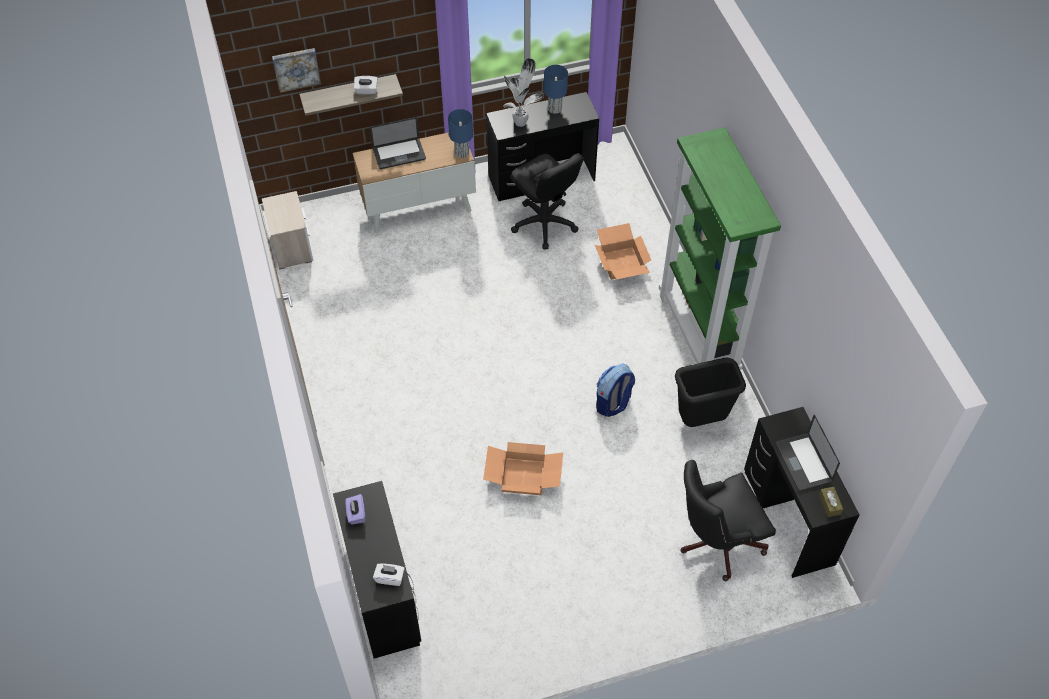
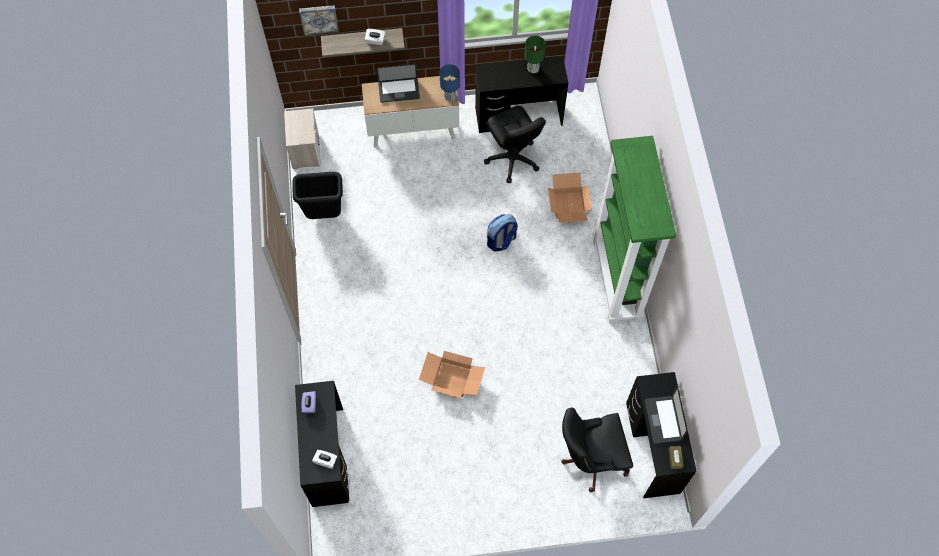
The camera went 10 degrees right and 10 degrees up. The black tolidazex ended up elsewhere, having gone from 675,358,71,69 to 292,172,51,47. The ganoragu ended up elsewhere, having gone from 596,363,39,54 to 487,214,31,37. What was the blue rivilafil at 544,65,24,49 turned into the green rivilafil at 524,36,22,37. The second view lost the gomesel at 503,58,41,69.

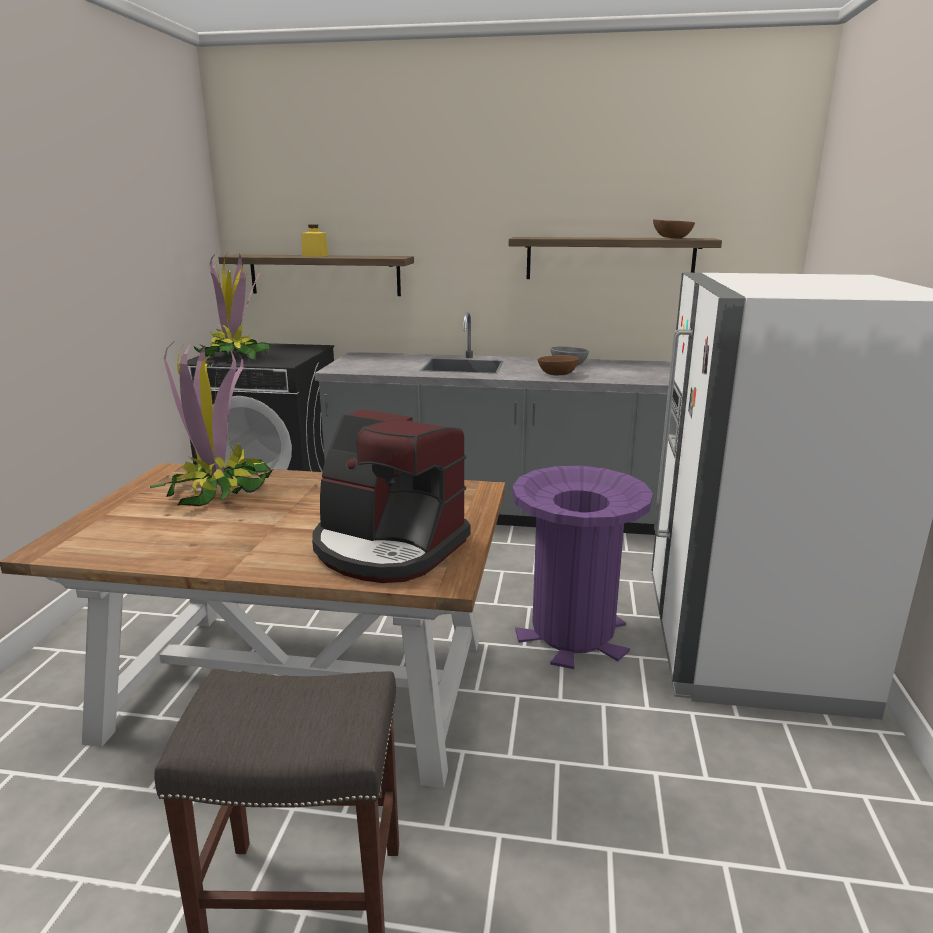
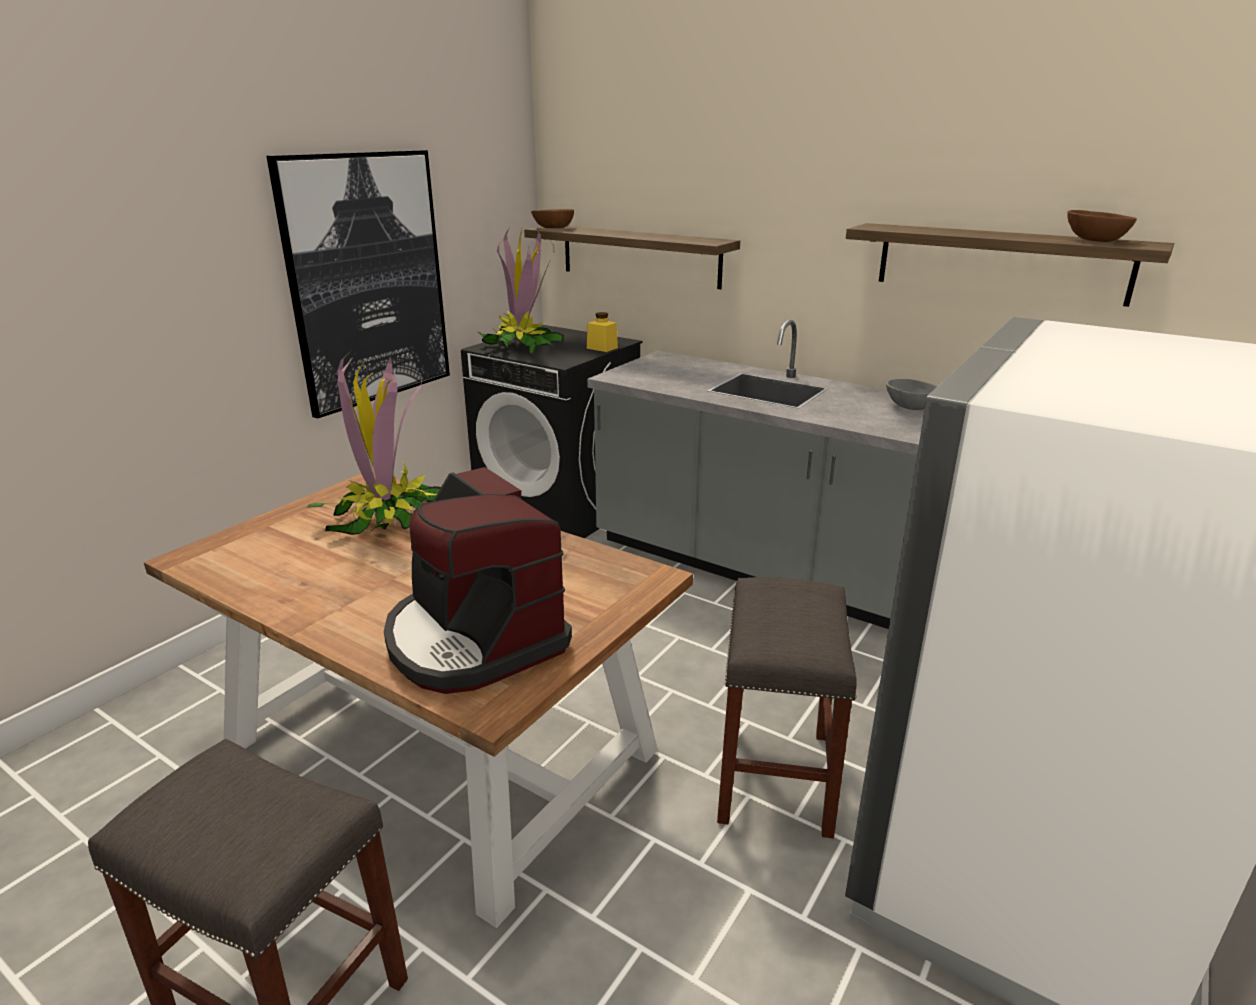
The camera went 25 degrees right and 5 degrees up. The second view gained the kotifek at 266,150,184,269. The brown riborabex ended up elsewhere, having gone from 538,355,41,20 to 531,209,43,19. The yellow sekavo ended up elsewhere, having gone from 301,225,27,32 to 587,312,31,40. Where the purple tolidazex stood at 512,466,141,203, the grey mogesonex came to stand at 717,577,140,261.

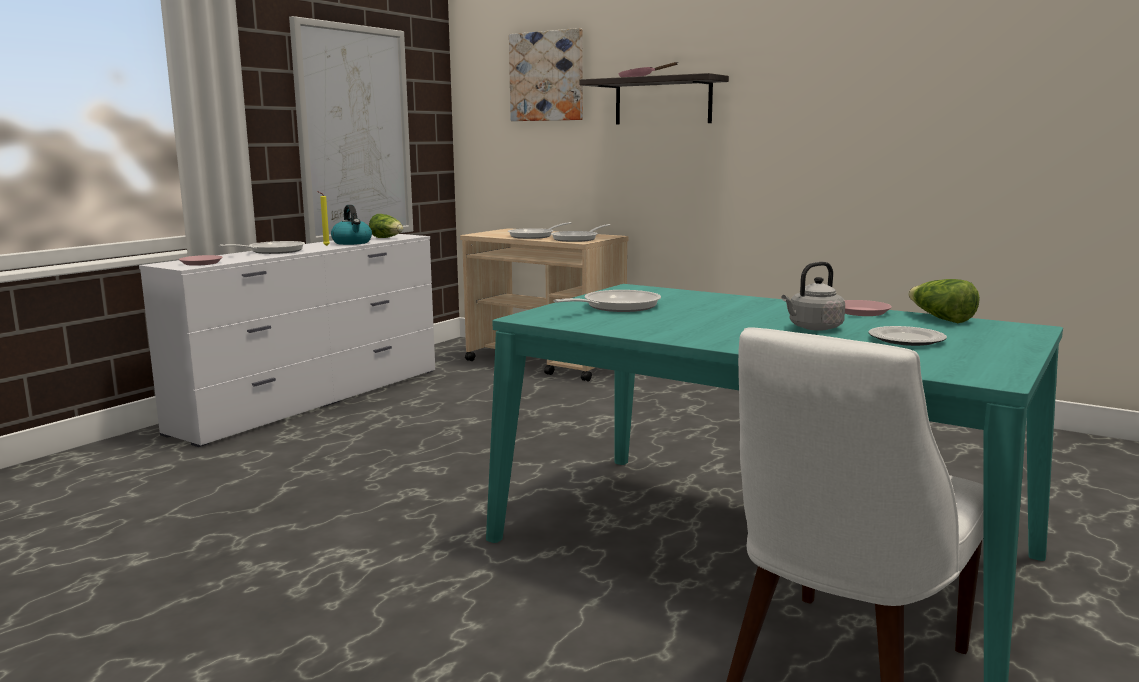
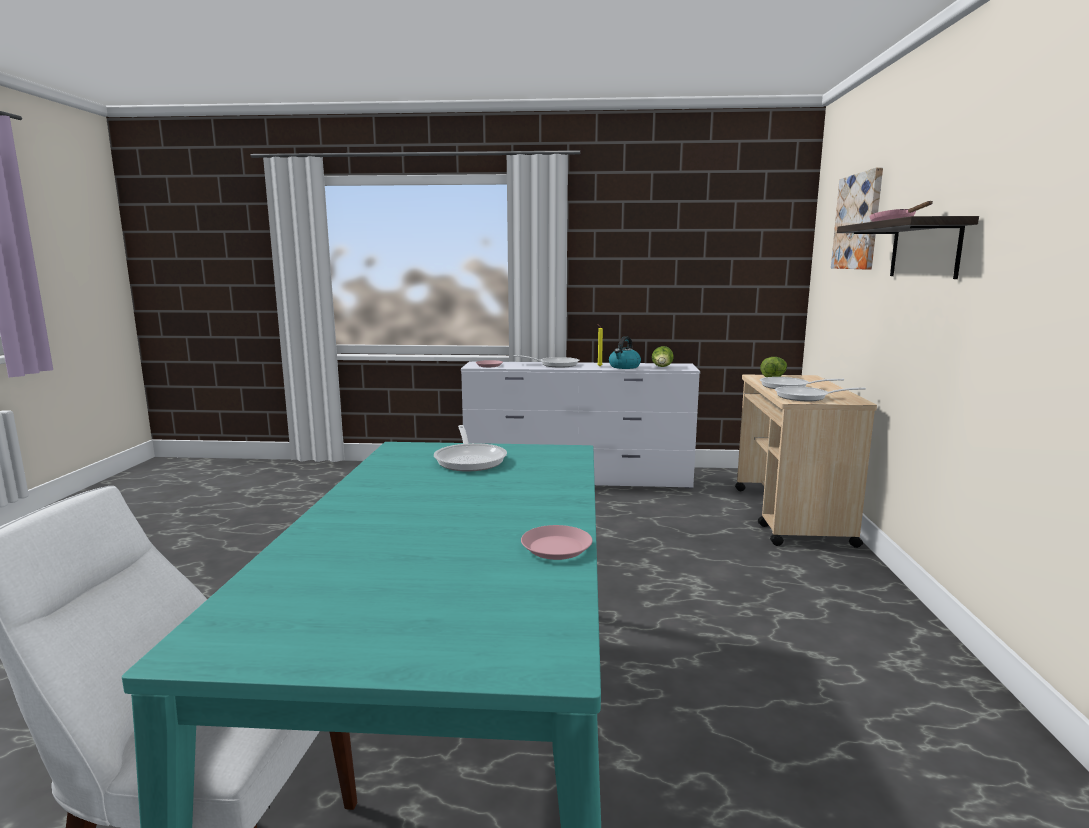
The camera went 60 degrees right and 0 degrees up. The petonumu at 554,290,107,22 ended up facing another way, 60 degrees clockwise from before. The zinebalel ended up elsewhere, having gone from 908,279,72,44 to 760,357,27,20. The second view lost the kotifek at 289,16,124,228. The second view lost the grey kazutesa at 782,262,63,69. The second view lost the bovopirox at 868,326,79,20.

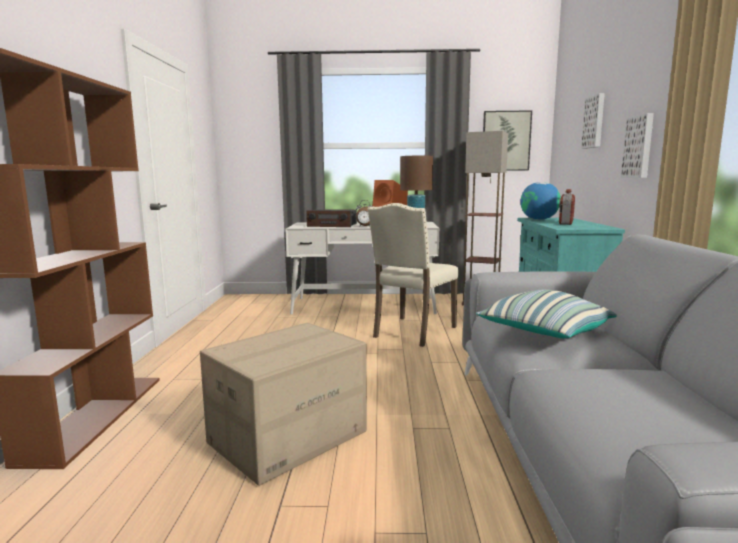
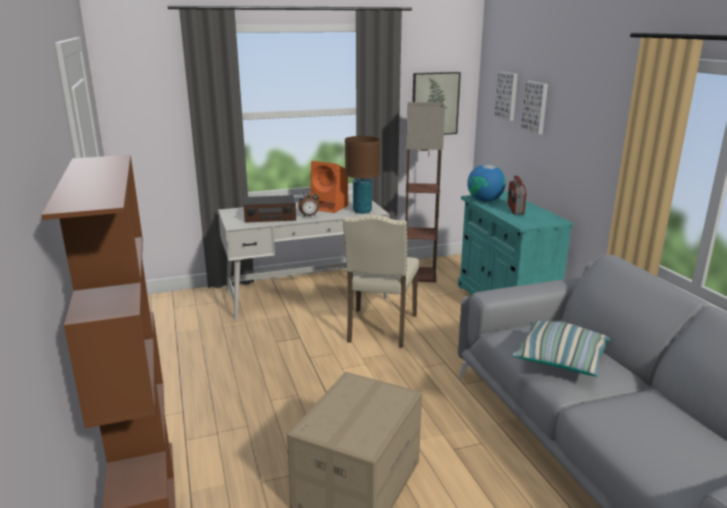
The camera went 20 degrees left and 10 degrees up. The kotifek ended up elsewhere, having gone from 621,113,33,65 to 494,72,24,49.

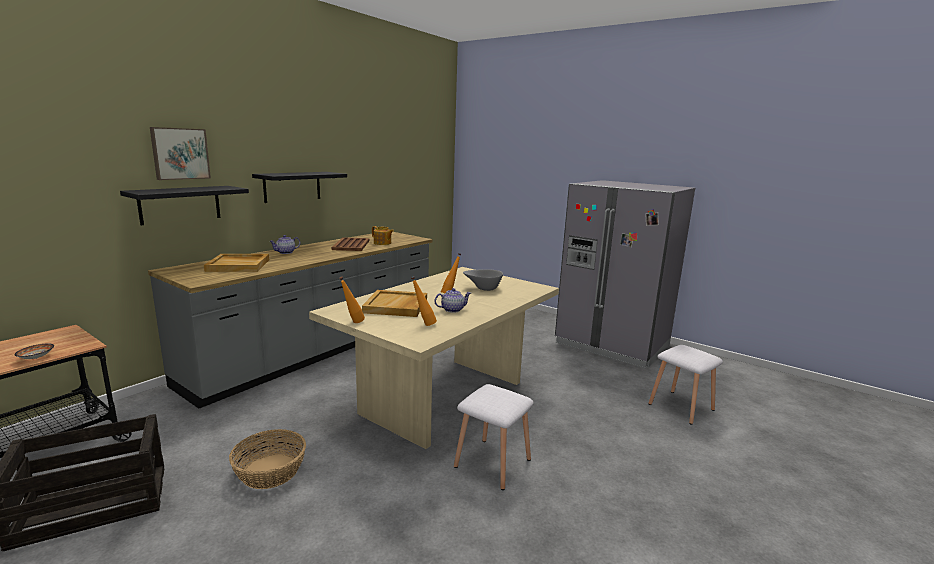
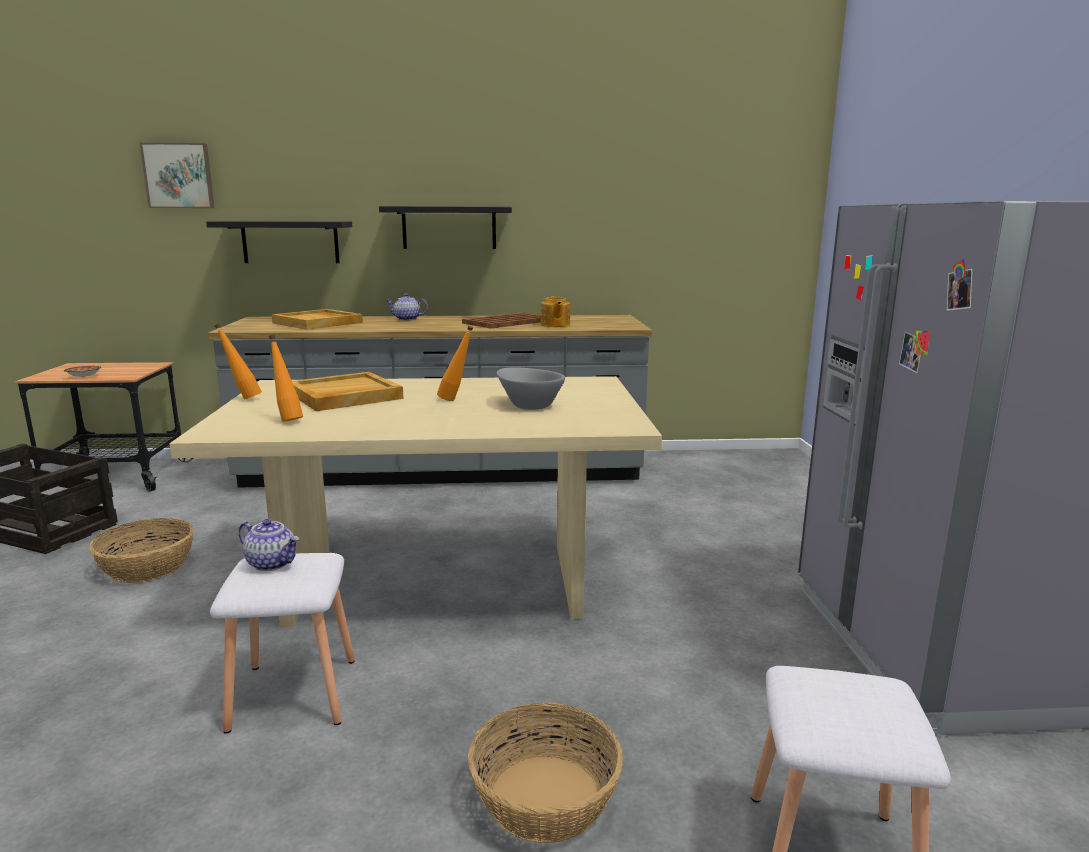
The camera went 50 degrees right and 0 degrees up. The kotifek ended up elsewhere, having gone from 150,127,61,53 to 140,143,74,65. The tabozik ended up elsewhere, having gone from 435,288,36,25 to 239,519,60,52. The second view gained the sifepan at 468,703,155,140.

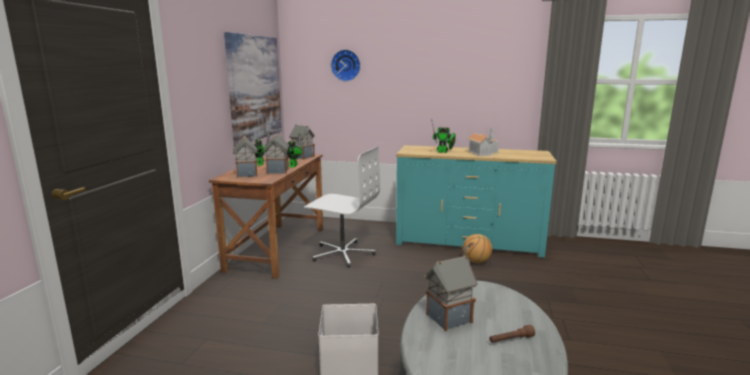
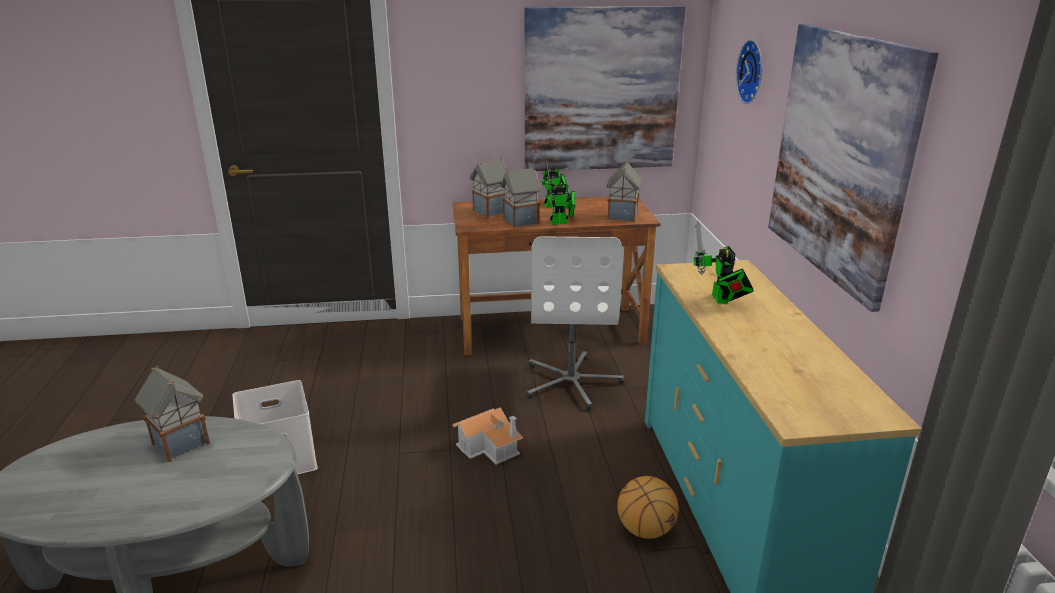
The camera went 70 degrees right and 10 degrees up. The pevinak ended up elsewhere, having gone from 467,128,33,28 to 452,407,71,58. The second view gained the kotifek at 768,24,171,288. The second view lost the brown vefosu at 489,325,46,18.

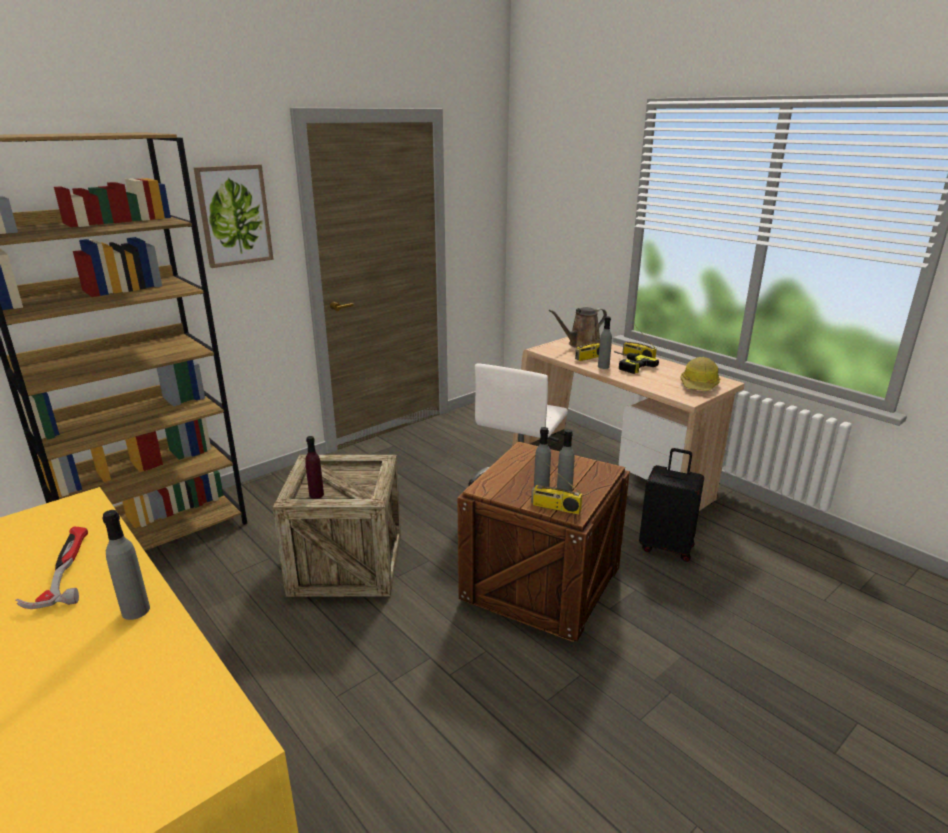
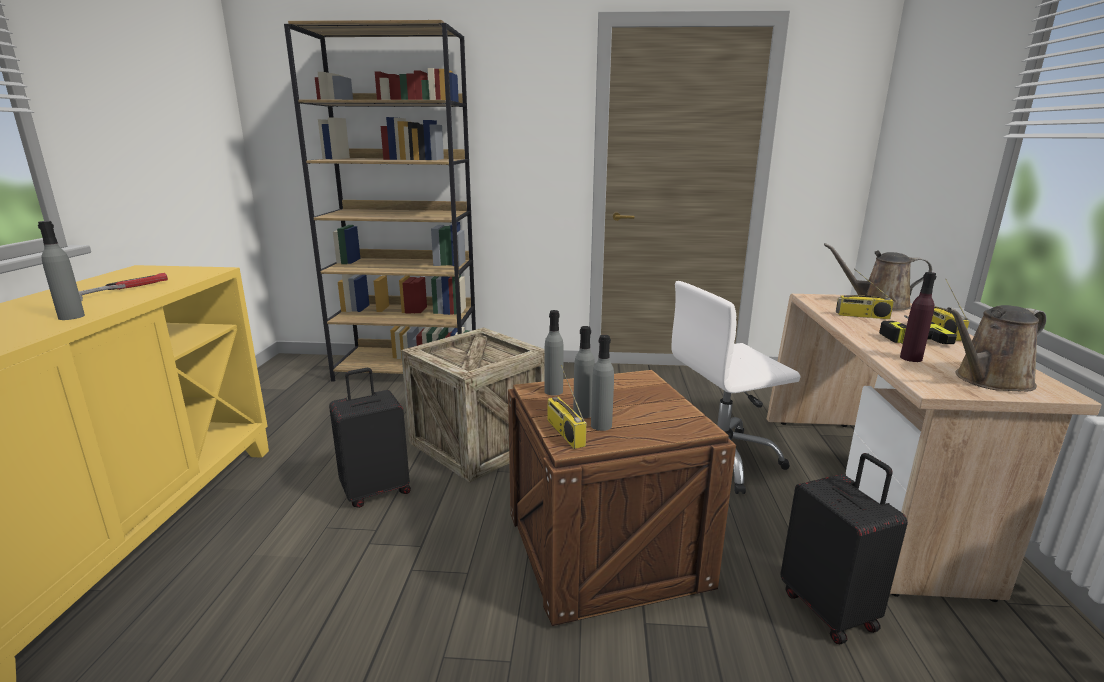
The camera went 45 degrees right and 5 degrees down. The second view gained the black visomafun at 329,368,82,140. The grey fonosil ended up elsewhere, having gone from 598,316,14,53 to 544,310,20,86. The purple fonosil ended up elsewhere, having gone from 305,436,19,63 to 900,272,36,90. Where the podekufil stood at 681,357,40,34, the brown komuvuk came to stand at 947,305,99,87. The second view lost the kotifek at 194,164,80,104.

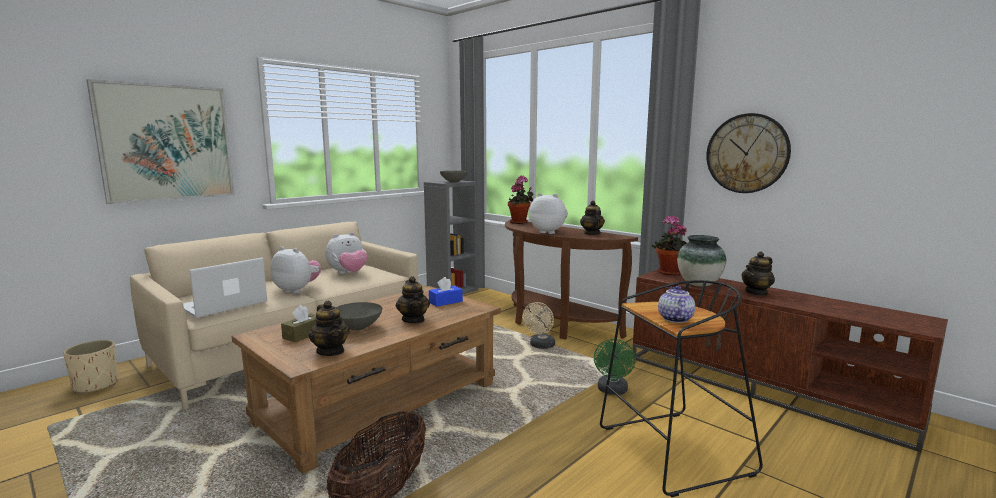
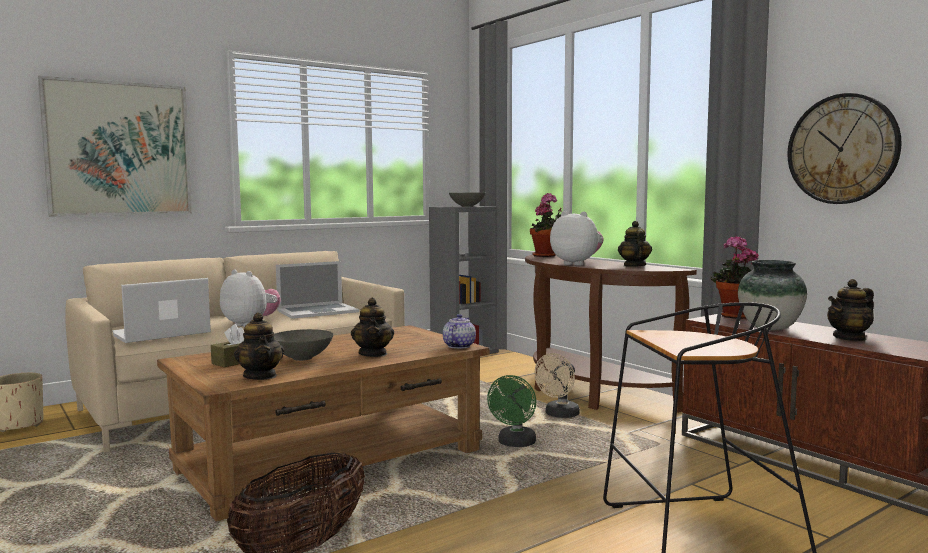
The camera went 10 degrees right and 5 degrees down. Where the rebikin stood at 325,232,42,42, the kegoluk came to stand at 276,261,83,58. The tabozik ended up elsewhere, having gone from 658,286,37,37 to 443,314,33,35. The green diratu ended up elsewhere, having gone from 594,339,42,56 to 487,375,49,72. The second view lost the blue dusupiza at 429,277,34,30.

